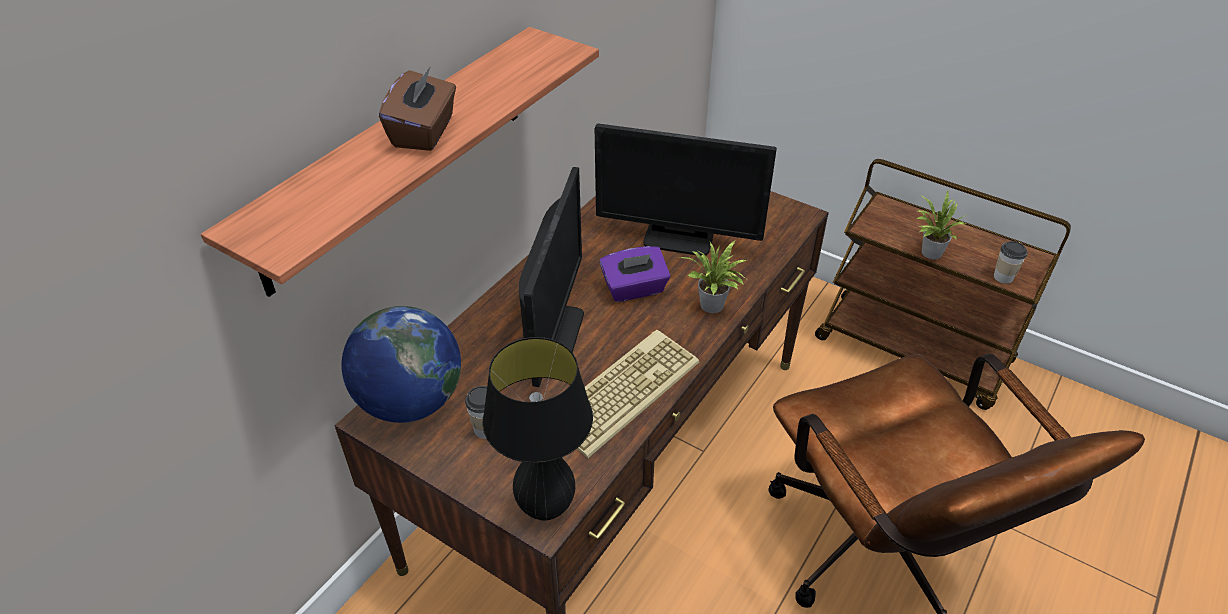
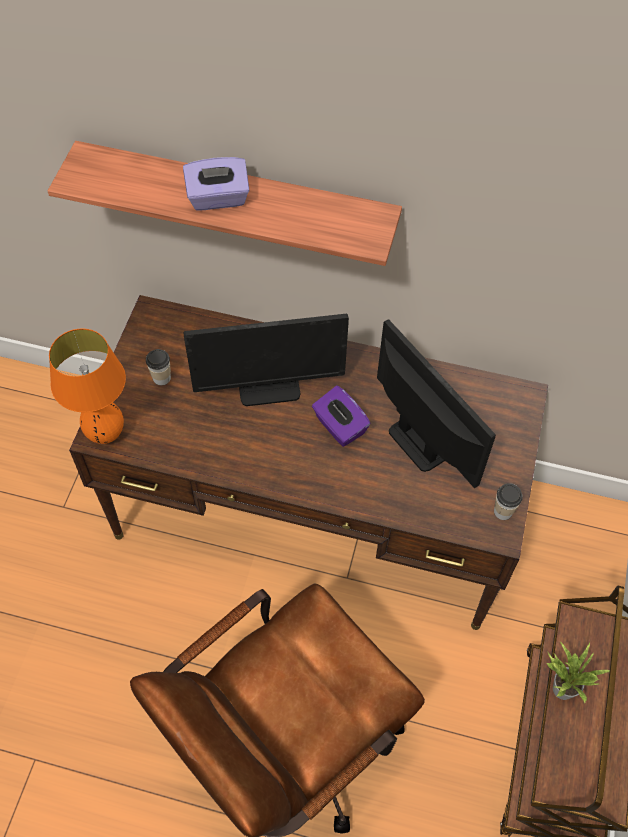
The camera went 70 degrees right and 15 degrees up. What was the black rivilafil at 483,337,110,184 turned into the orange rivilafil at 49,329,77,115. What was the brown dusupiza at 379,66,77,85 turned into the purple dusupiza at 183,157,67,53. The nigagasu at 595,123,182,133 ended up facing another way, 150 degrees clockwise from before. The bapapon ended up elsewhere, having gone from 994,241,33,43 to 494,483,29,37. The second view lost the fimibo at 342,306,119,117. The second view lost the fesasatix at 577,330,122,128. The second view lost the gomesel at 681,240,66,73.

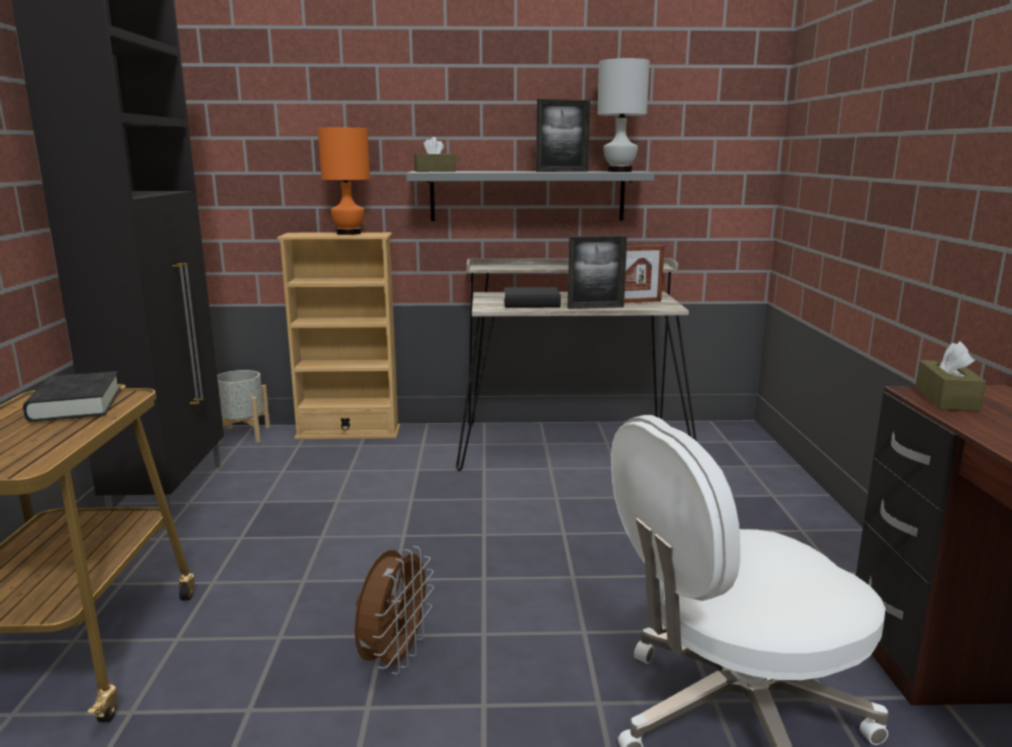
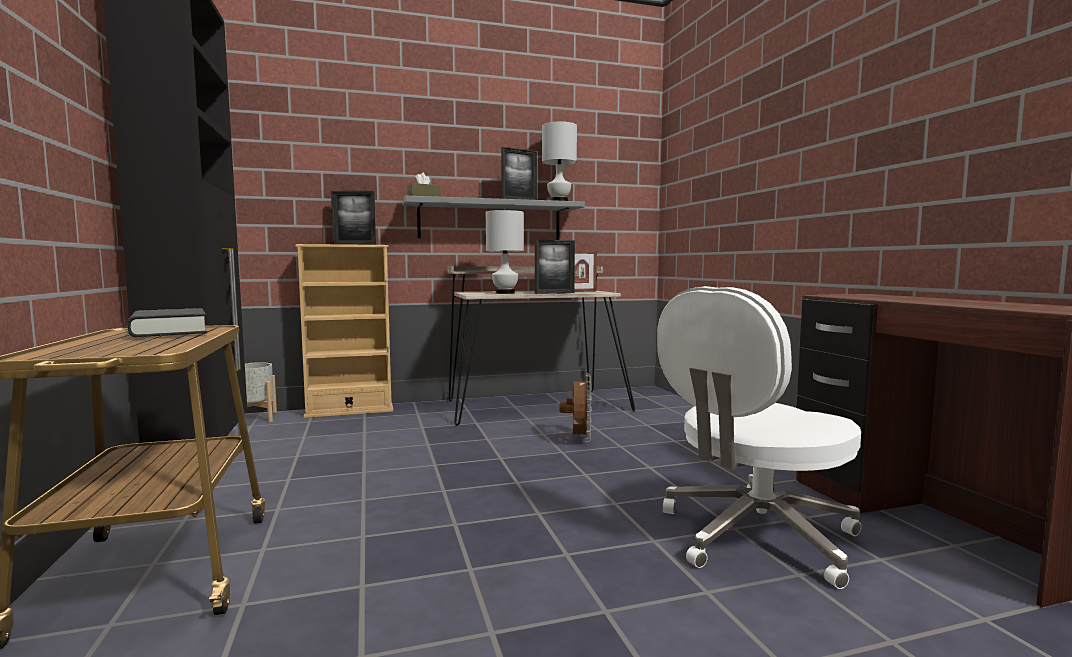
The camera went 15 degrees left and 10 degrees down. Where the orange rivilafil stood at 318,128,52,107, the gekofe came to stand at 331,191,45,54. Where the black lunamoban stood at 504,287,57,21, the white rivilafil came to stand at 486,210,38,84. The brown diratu ended up elsewhere, having gone from 354,546,80,129 to 560,374,32,68. The second view lost the brown dusupiza at 915,341,71,71.

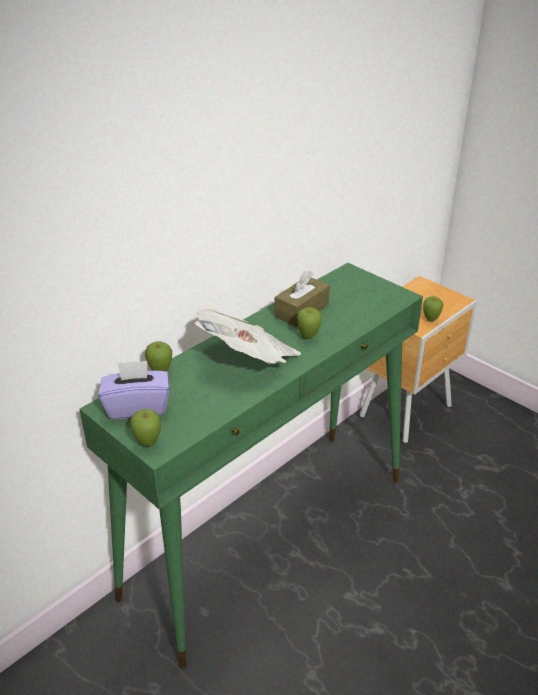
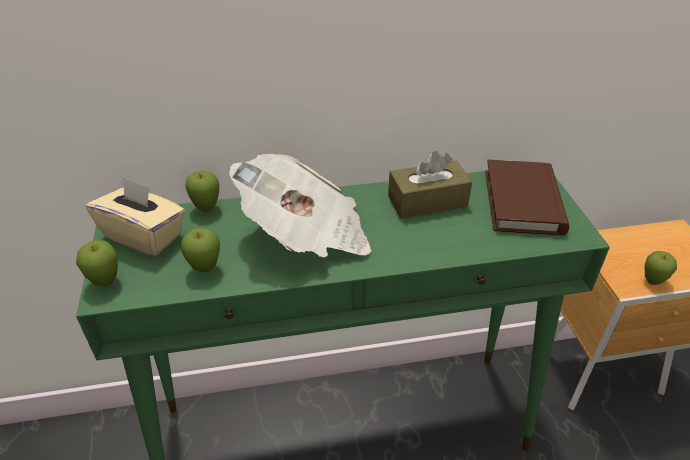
The camera went 35 degrees right and 5 degrees up. What was the purple dusupiza at 98,361,72,58 turned into the beige dusupiza at 86,176,99,80. The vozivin ended up elsewhere, having gone from 297,307,25,32 to 181,228,39,44. The second view gained the brown lunamoban at 485,160,84,75.

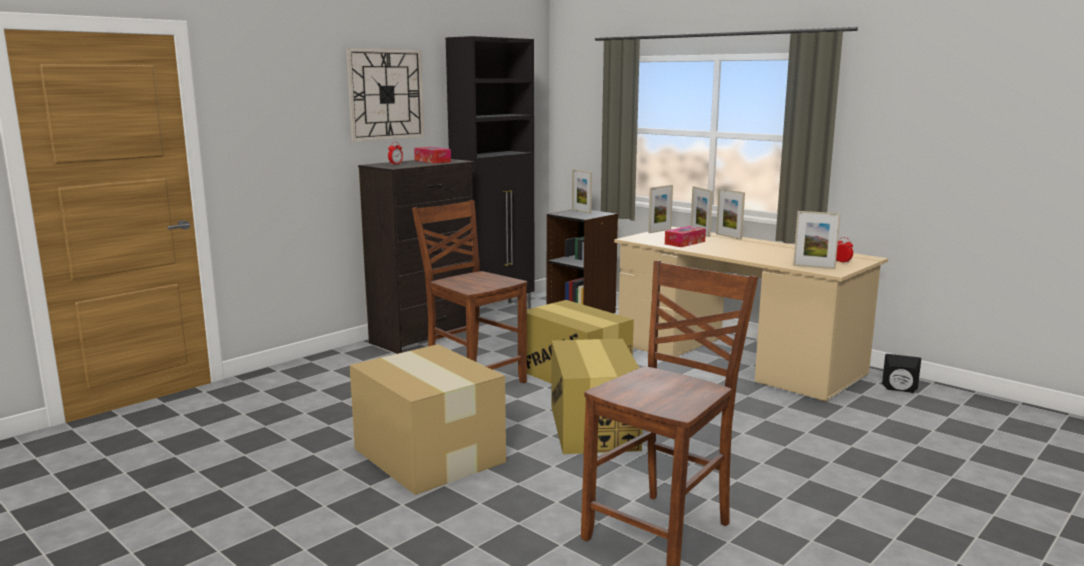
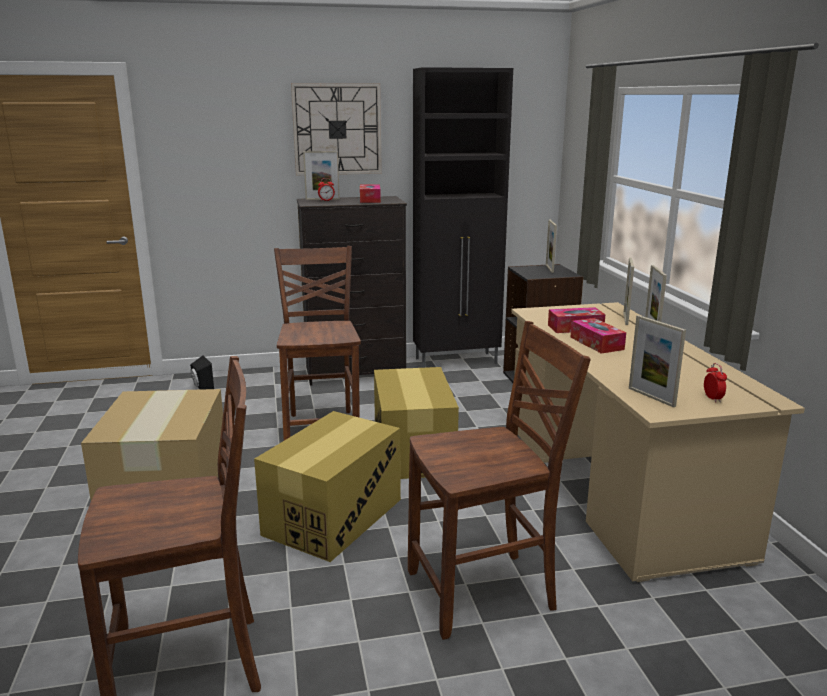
The camera went 35 degrees right and 5 degrees up. The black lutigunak ended up elsewhere, having gone from 882,354,39,39 to 190,356,24,34. The gekofe ended up elsewhere, having gone from 648,185,25,48 to 303,151,37,49. The second view gained the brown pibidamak at 408,321,183,319. The second view gained the dusupiza at 570,318,56,35.

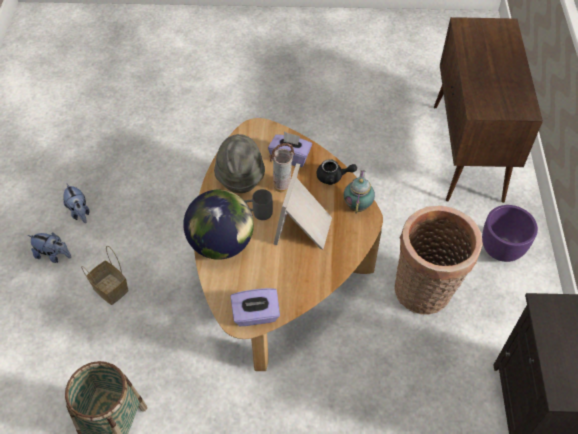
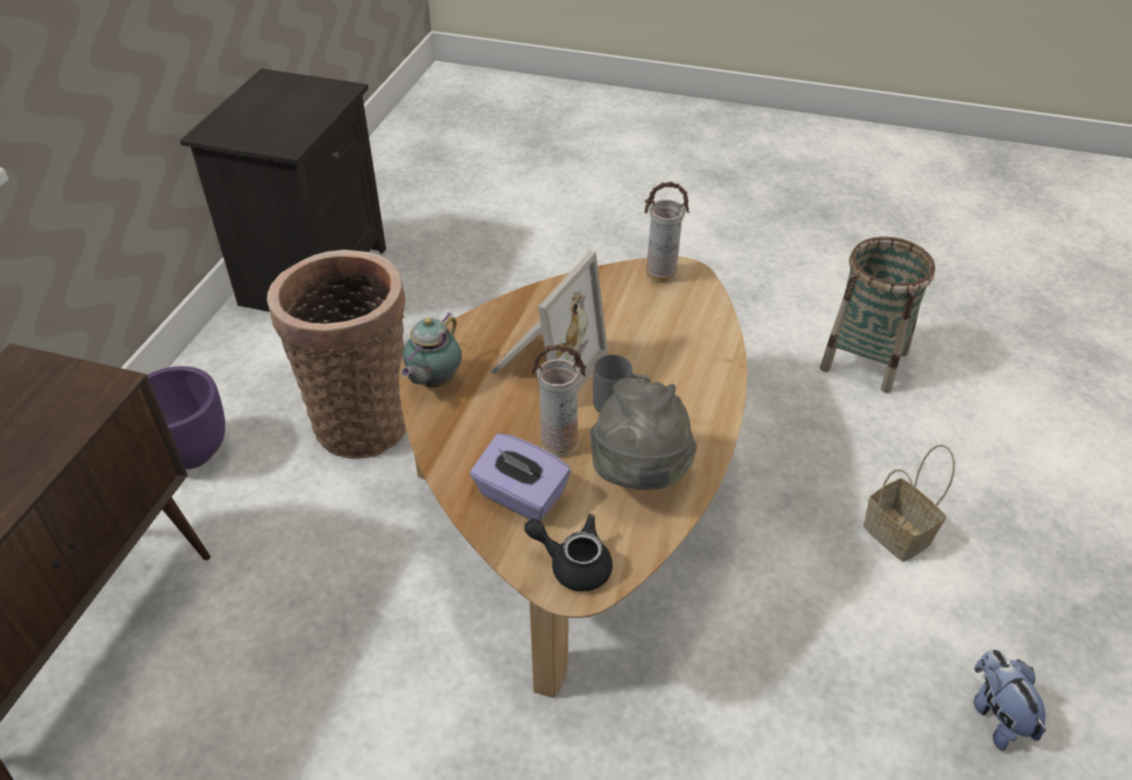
The camera went 165 degrees left and 10 degrees down. The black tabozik ended up elsewhere, having gone from 316,159,41,26 to 524,514,89,78. Where the purple dusupiza stood at 230,288,50,38, the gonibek came to stand at 644,182,45,101. The second view lost the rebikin at 28,233,43,30. The second view lost the fimibo at 183,190,71,70.

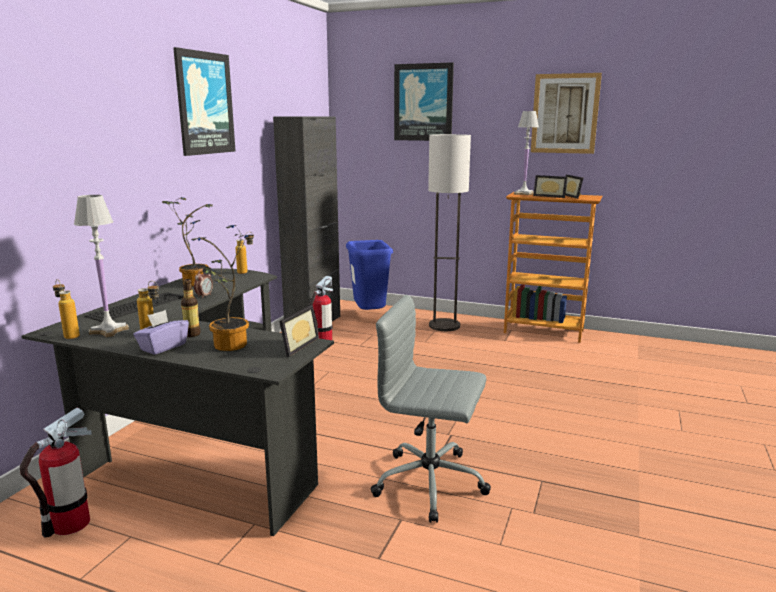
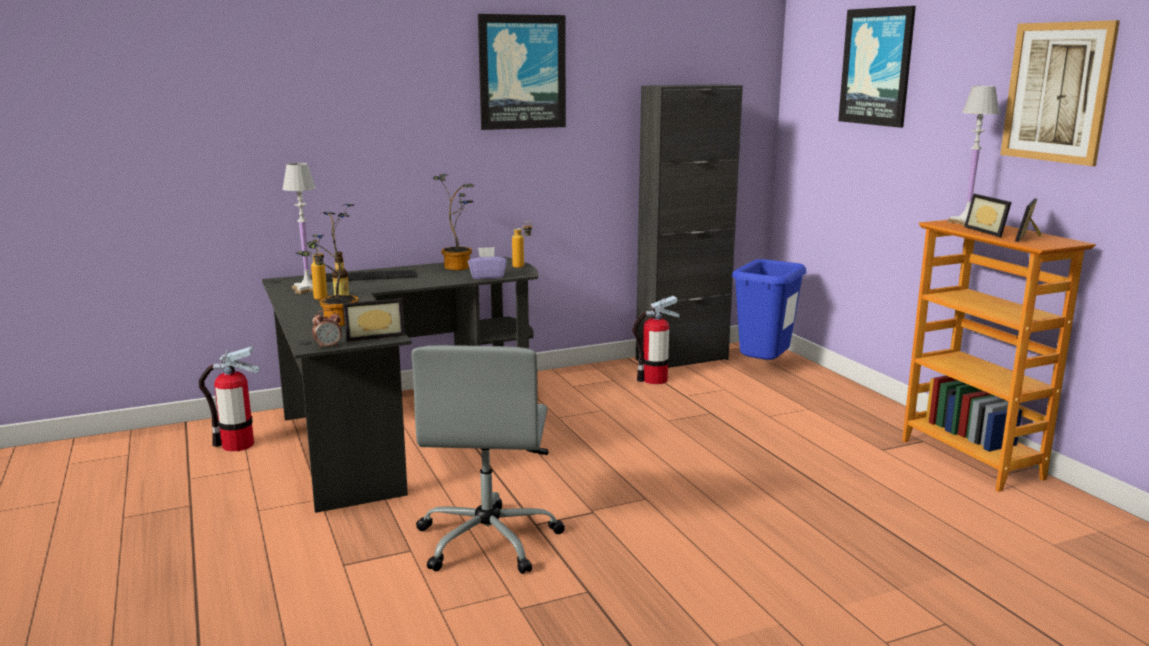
The camera went 45 degrees right and 0 degrees up. The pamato ended up elsewhere, having gone from 194,269,19,29 to 313,310,29,39. The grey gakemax at 371,295,120,228 ended up facing another way, 150 degrees counterclockwise from before. The purple dusupiza ended up elsewhere, having gone from 133,310,56,45 to 468,247,39,32. The second view lost the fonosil at 53,279,27,60. The second view lost the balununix at 428,134,43,197.

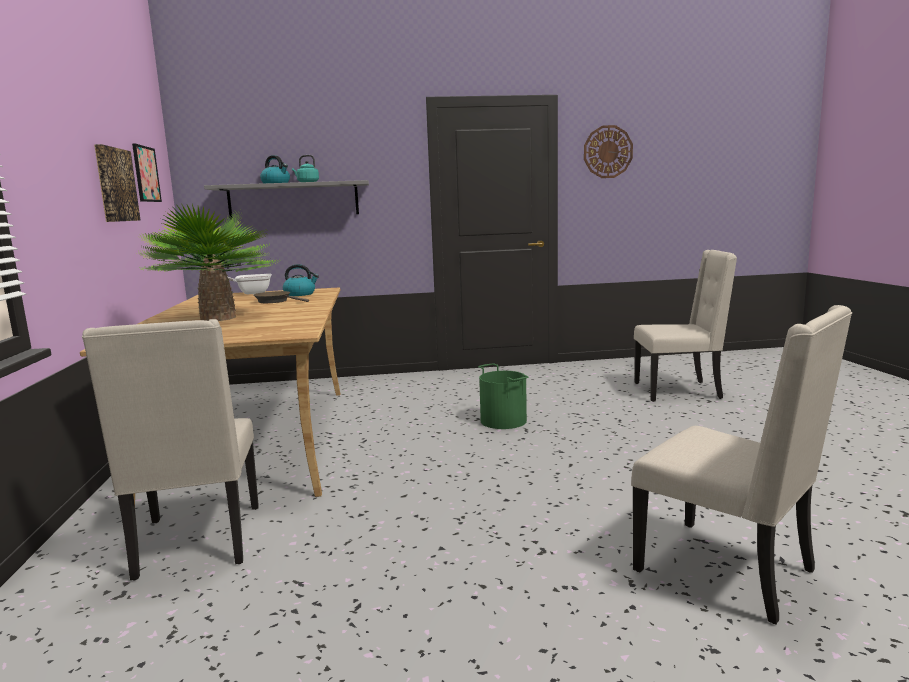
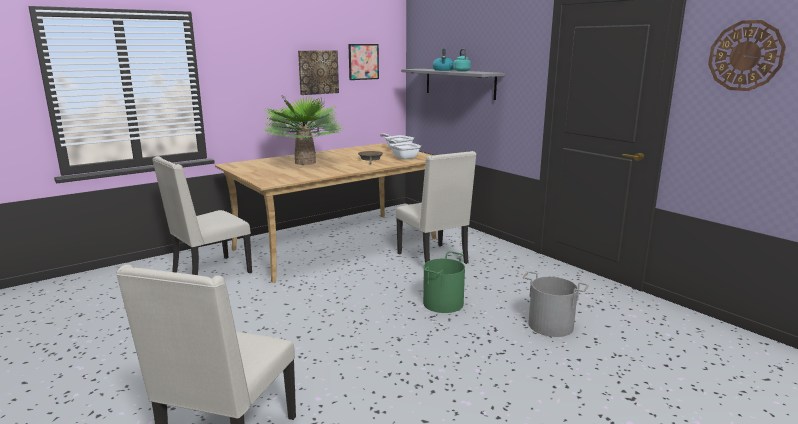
The camera went 60 degrees right and 5 degrees up. Where the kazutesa stood at 283,264,36,32, the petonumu came to stand at 389,140,32,20. The beige pibidamak ended up elsewhere, having gone from 634,250,103,152 to 396,151,80,113. The second view gained the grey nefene at 523,271,66,66.

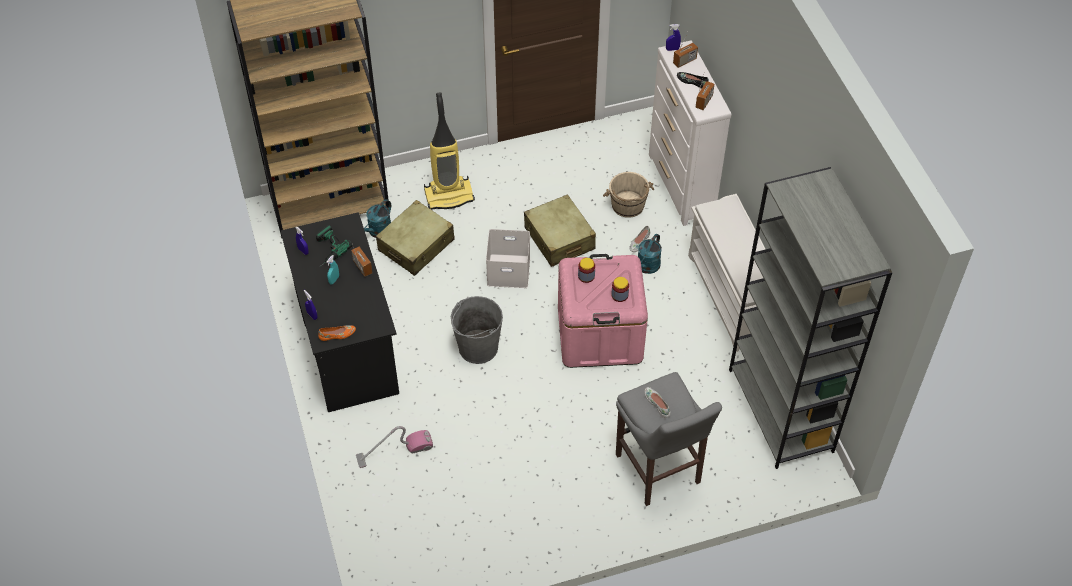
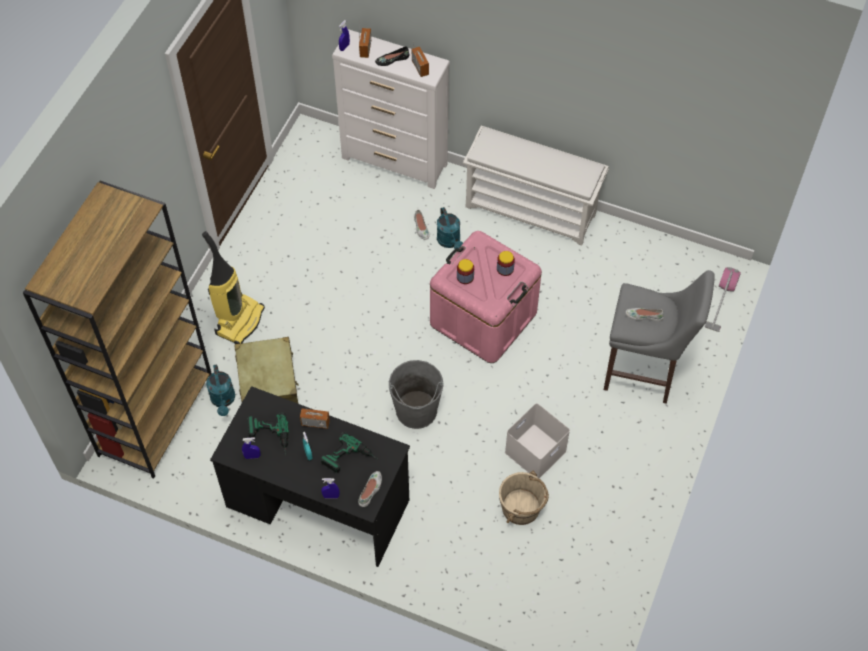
The camera went 50 degrees left and 5 degrees up. The second view gained the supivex at 321,432,58,41. What was the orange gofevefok at 318,325,38,16 turned into the white gofevefok at 358,471,24,36. The beige nefene ended up elsewhere, having gone from 603,172,51,46 to 499,471,50,54. The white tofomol ended up elsewhere, having gone from 486,229,44,59 to 505,403,65,76. The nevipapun ended up elsewhere, having gone from 356,426,77,42 to 705,267,36,65. The second view lost the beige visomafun at 524,194,72,73. The second view lost the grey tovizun at 729,167,163,302.

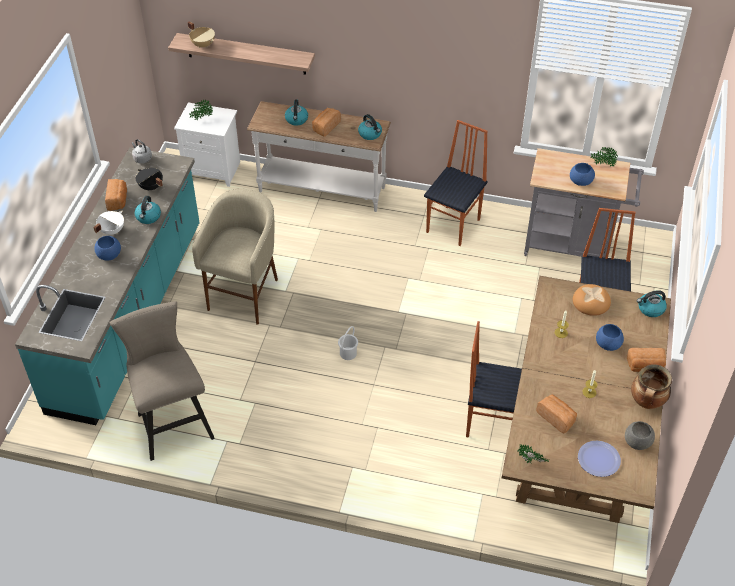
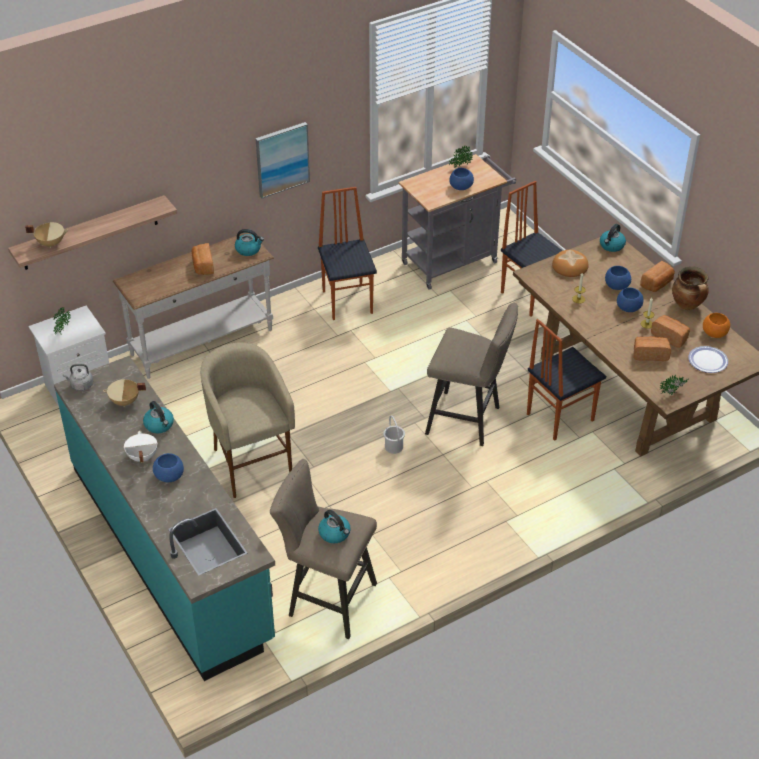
The camera went 45 degrees left and 5 degrees down. What was the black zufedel at 136,168,27,22 turned into the beige zufedel at 103,379,43,28. The second view gained the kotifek at 256,122,54,76. The kazutesa ended up elsewhere, having gone from 285,100,23,26 to 318,510,33,33. The second view gained the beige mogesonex at 425,303,93,143. The second view gained the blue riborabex at 617,287,26,25. The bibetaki ended up elsewhere, having gone from 105,179,22,32 to 651,315,39,33. What was the grey riborabex at 625,421,30,29 turned into the orange riborabex at 703,313,27,25.

